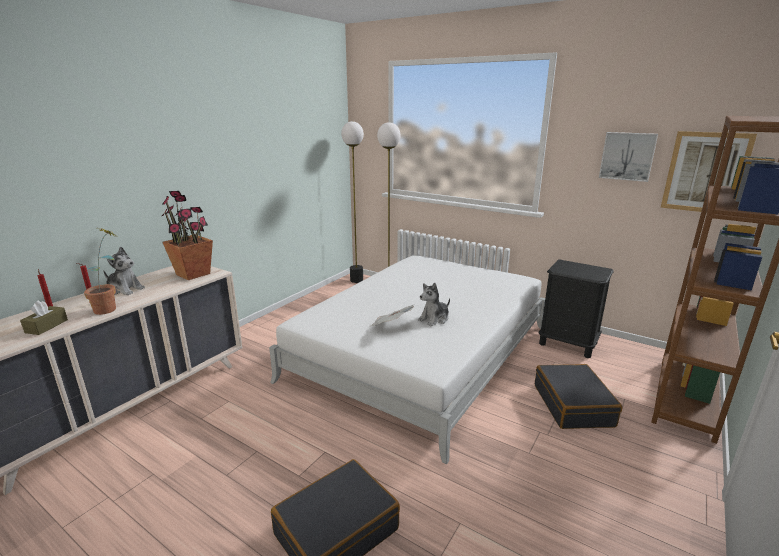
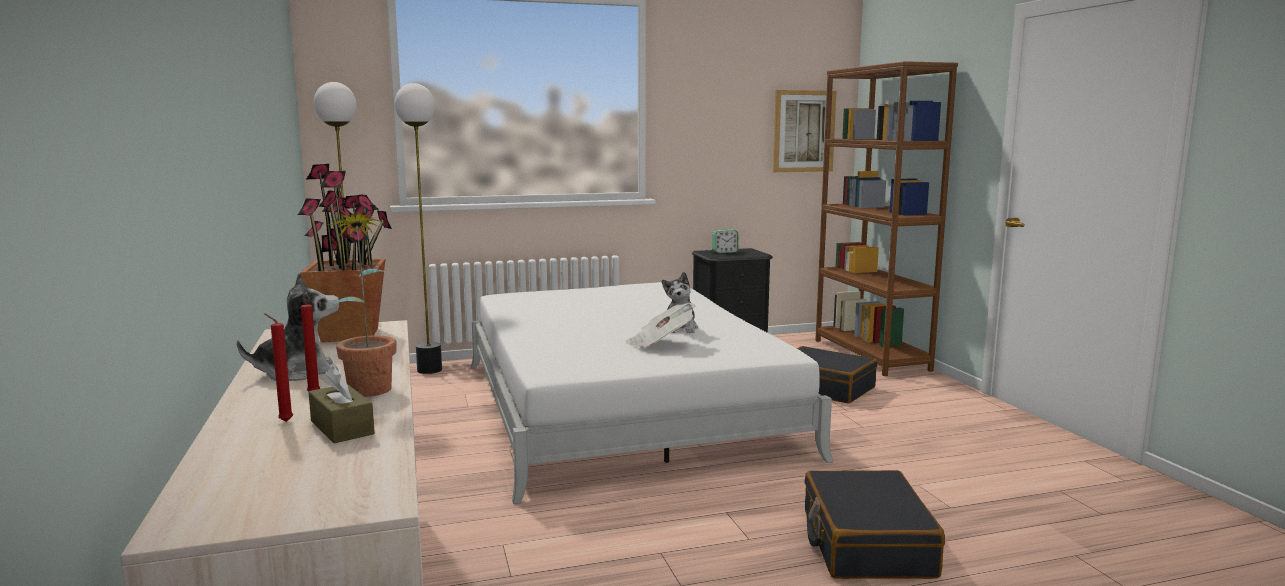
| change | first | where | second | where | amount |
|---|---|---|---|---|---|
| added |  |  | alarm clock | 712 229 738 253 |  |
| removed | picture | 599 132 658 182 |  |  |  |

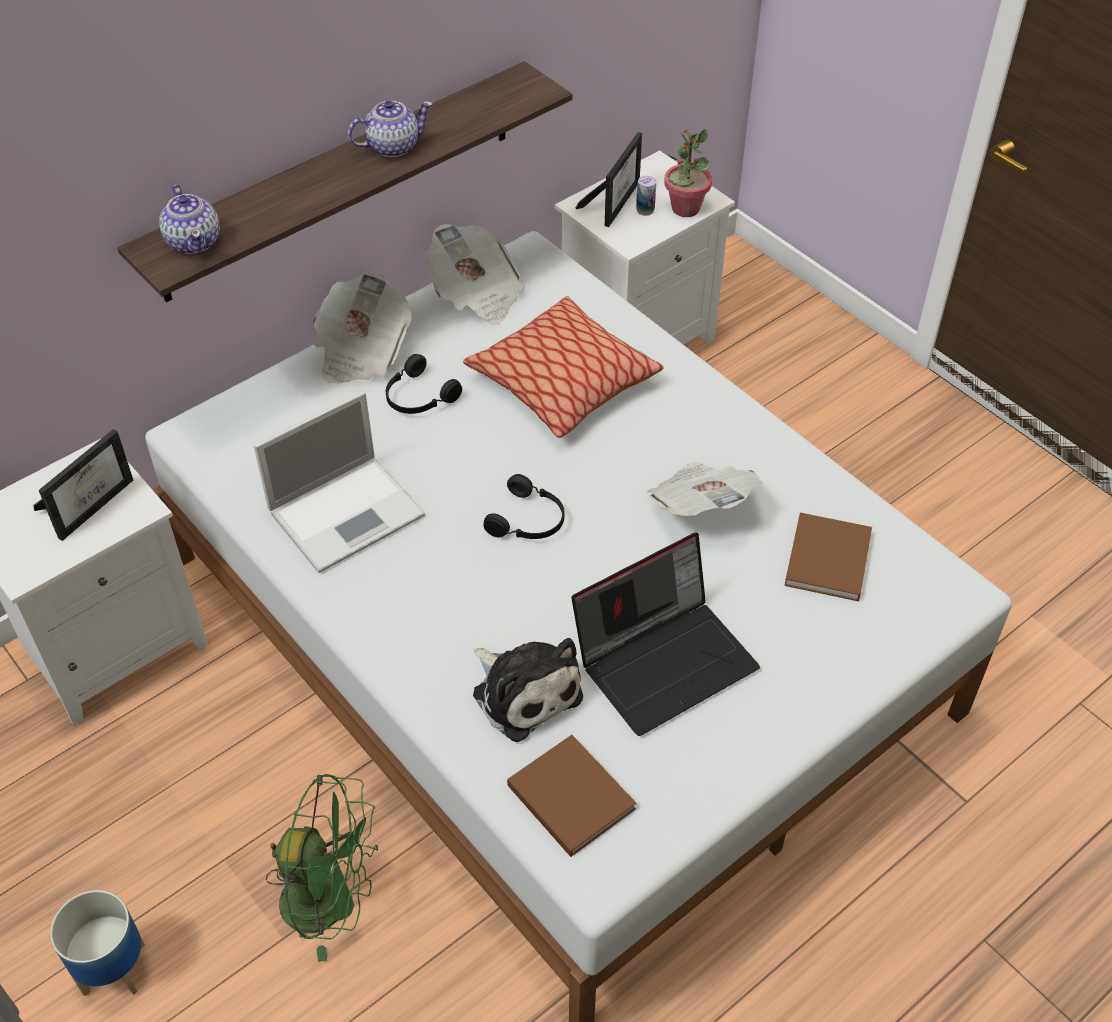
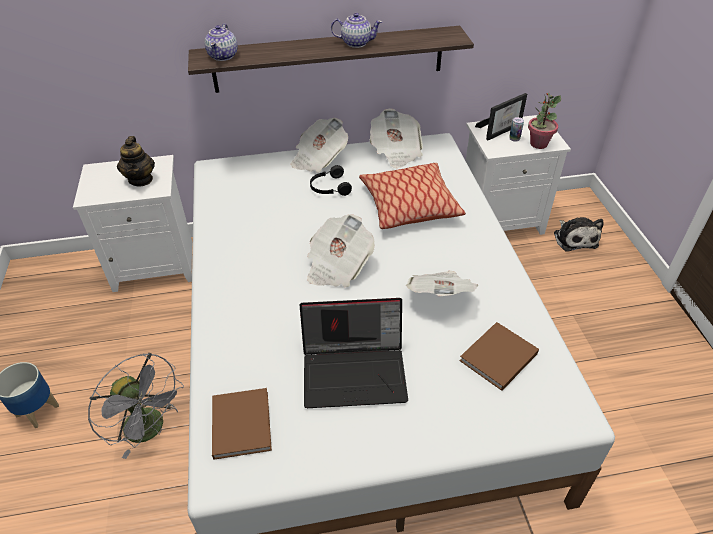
| change | first | where | second | where | amount |
|---|---|---|---|---|---|
| recoloured | green fan | 266 774 378 962 | grey fan | 88 353 184 459 |  |
| replaced | picture frame | 33 429 133 541 | teapot | 117 136 155 186 |  |
| replaced | black headphones | 484 474 564 539 | newspaper | 307 214 375 287 |  |
| moved | plush toy | 473 638 583 742 |  | 554 217 604 251 |  |
| removed | laptop | 253 391 425 573 |  |  |  |

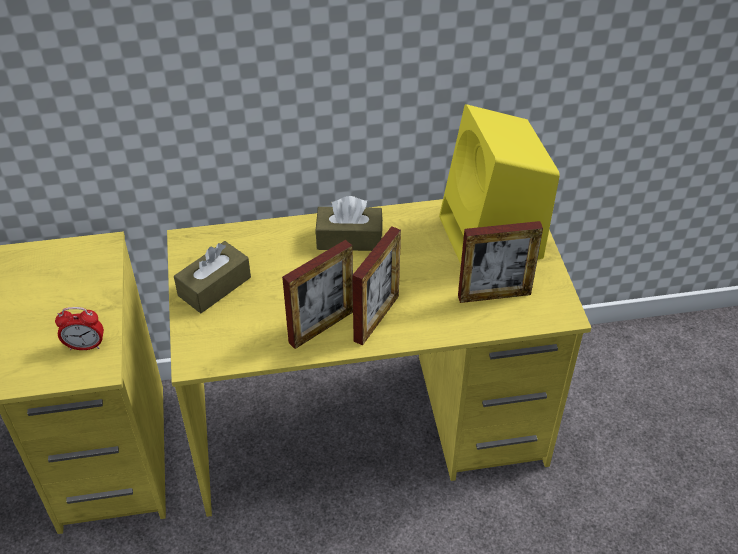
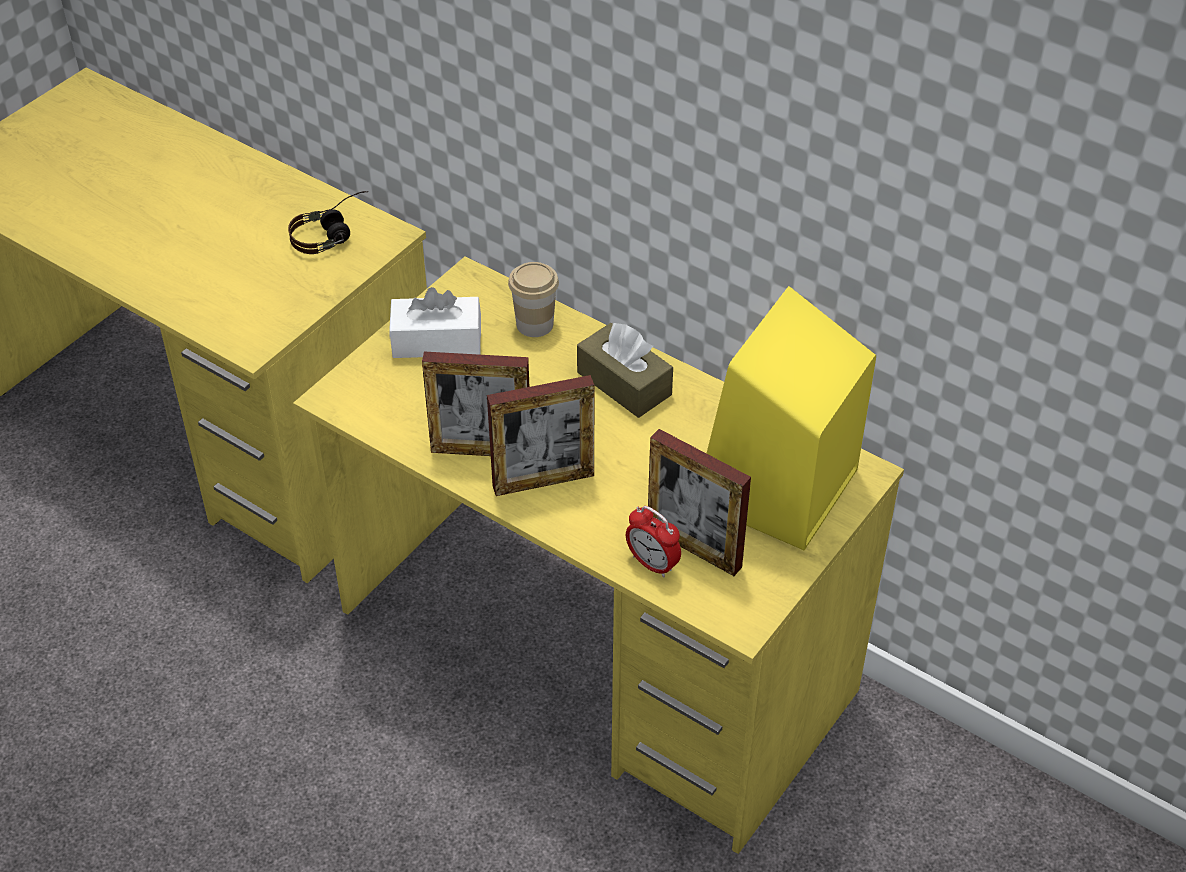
| change | first | where | second | where | amount |
|---|---|---|---|---|---|
| added |  |  | headphones | 288 191 368 254 |  |
| recoloured | brown tissue box | 174 241 251 313 | white tissue box | 389 287 481 358 |  |
| added |  |  | cup | 508 262 559 337 |  |
| moved | alarm clock | 55 307 104 350 |  | 626 506 681 578 |  |

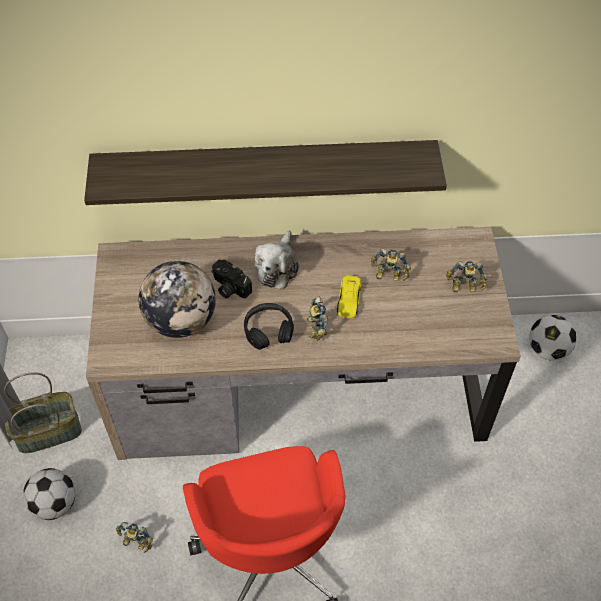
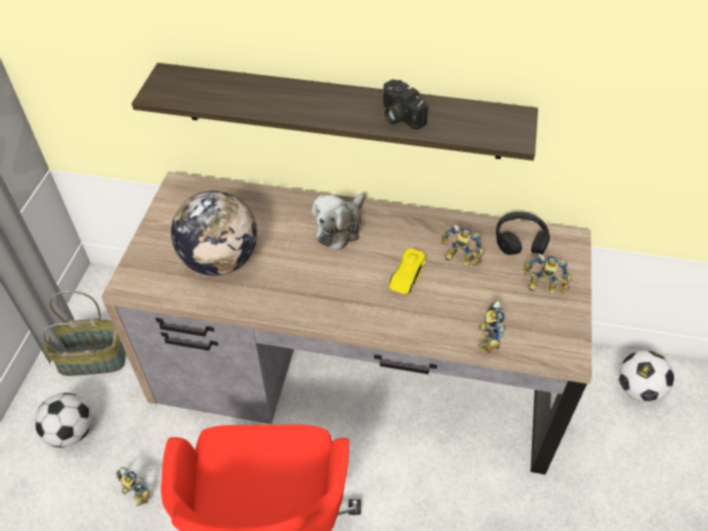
| change | first | where | second | where | amount |
|---|---|---|---|---|---|
| moved | photo camera | 211 260 252 299 |  | 381 79 428 130 |  |
| moved | toy robot | 307 296 328 341 |  | 478 300 506 353 |  |
| moved | black headphones | 244 303 294 350 |  | 496 212 550 255 |  |

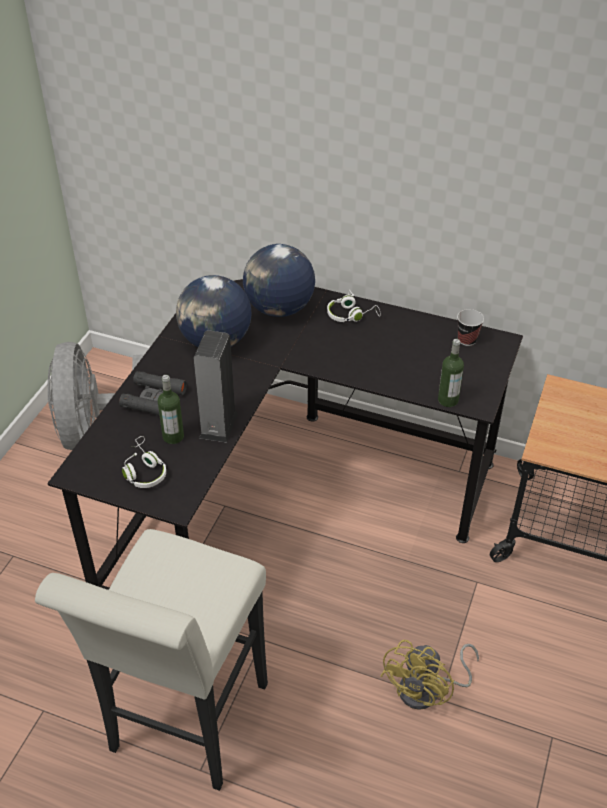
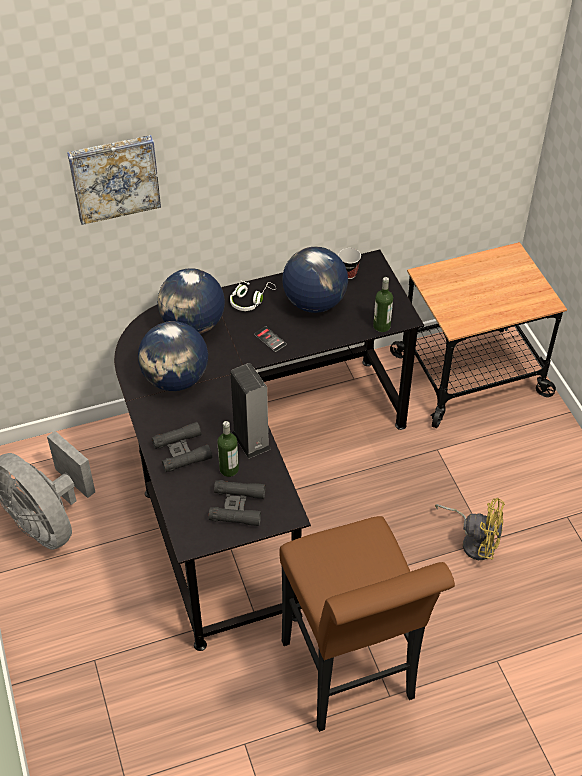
| change | first | where | second | where | amount |
|---|---|---|---|---|---|
| added |  |  | picture | 67 135 161 225 |  |
| replaced | white headphones | 122 436 166 488 | black binoculars | 209 480 265 526 |  |
| added |  |  | phone | 254 326 287 352 |  |
| recoloured | white stool | 35 529 268 791 | brown stool | 279 516 455 732 |  |
| added |  |  | globe | 282 247 348 313 |  |
| turned | yellow fan | 380 640 479 710 |  | 435 498 505 560 | 60 degrees counterclockwise |

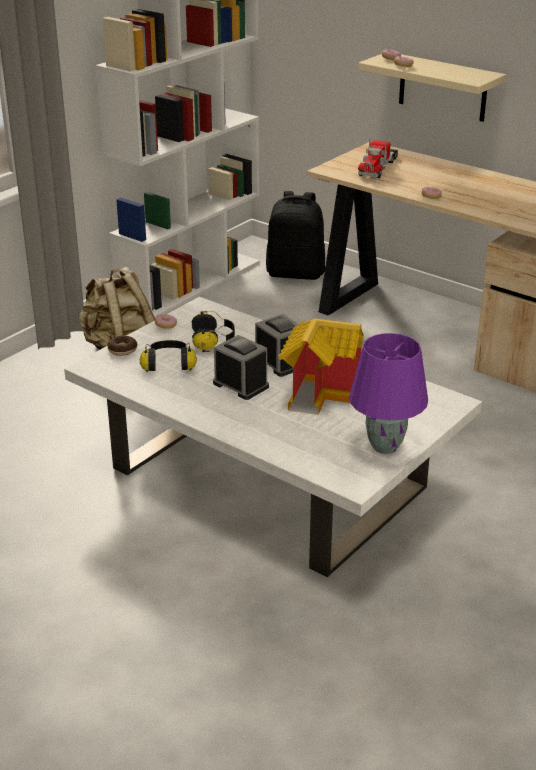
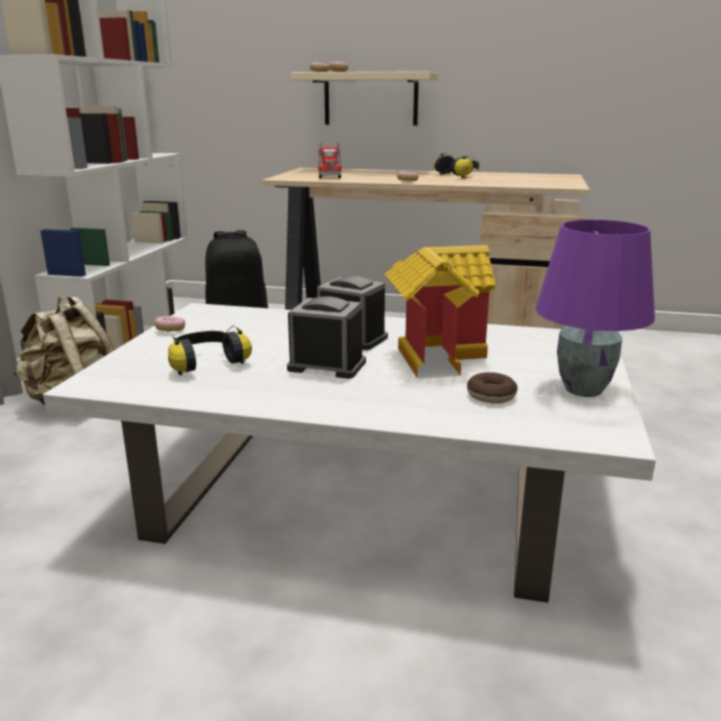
| change | first | where | second | where | amount |
|---|---|---|---|---|---|
| moved | headphones | 192 311 235 352 |  | 434 153 479 178 |  |
| moved | donut | 107 335 137 356 |  | 467 372 517 404 |  |

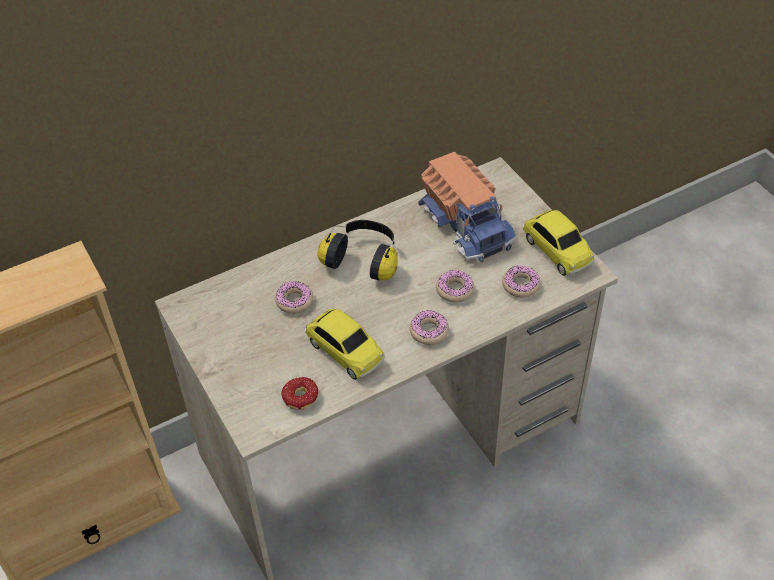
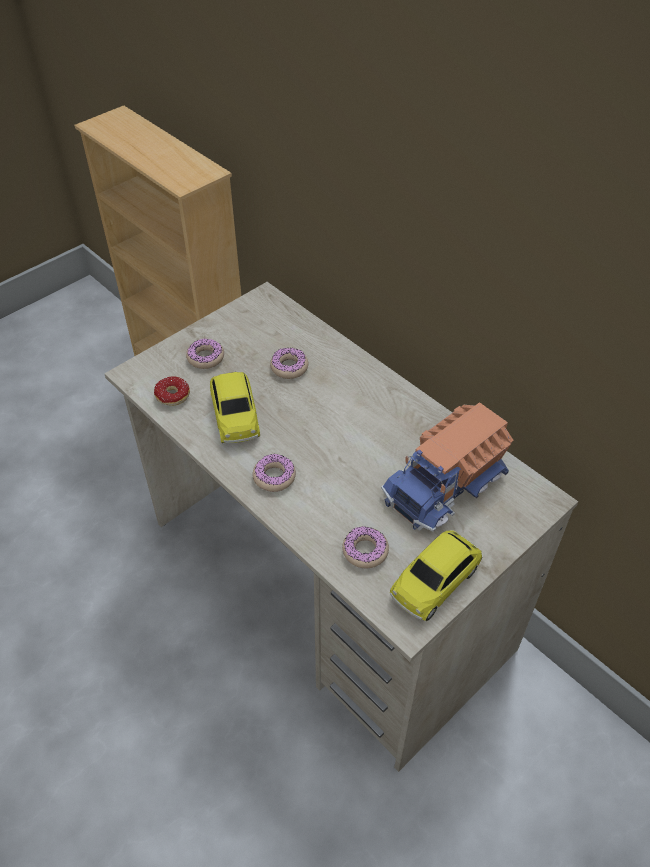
| change | first | where | second | where | amount |
|---|---|---|---|---|---|
| moved | donut | 436 270 474 303 |  | 186 339 224 369 |  |
| turned | toy car | 305 309 385 380 |  | 210 372 260 443 | 45 degrees counterclockwise |
| removed | headphones | 317 220 398 280 |  |  |  |

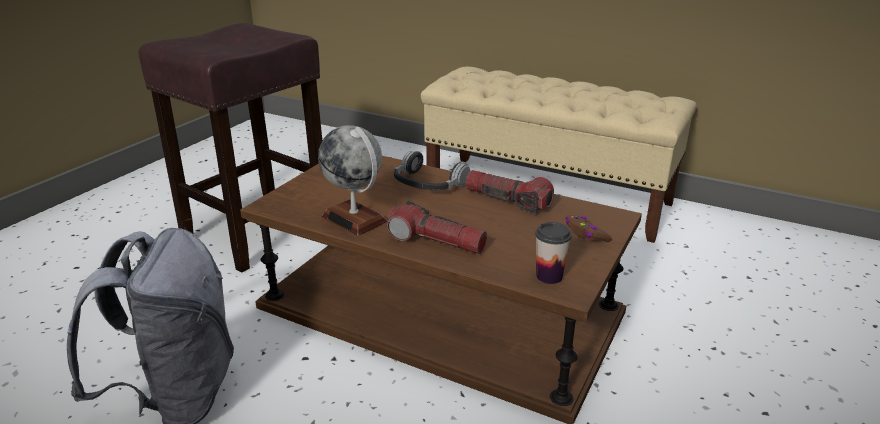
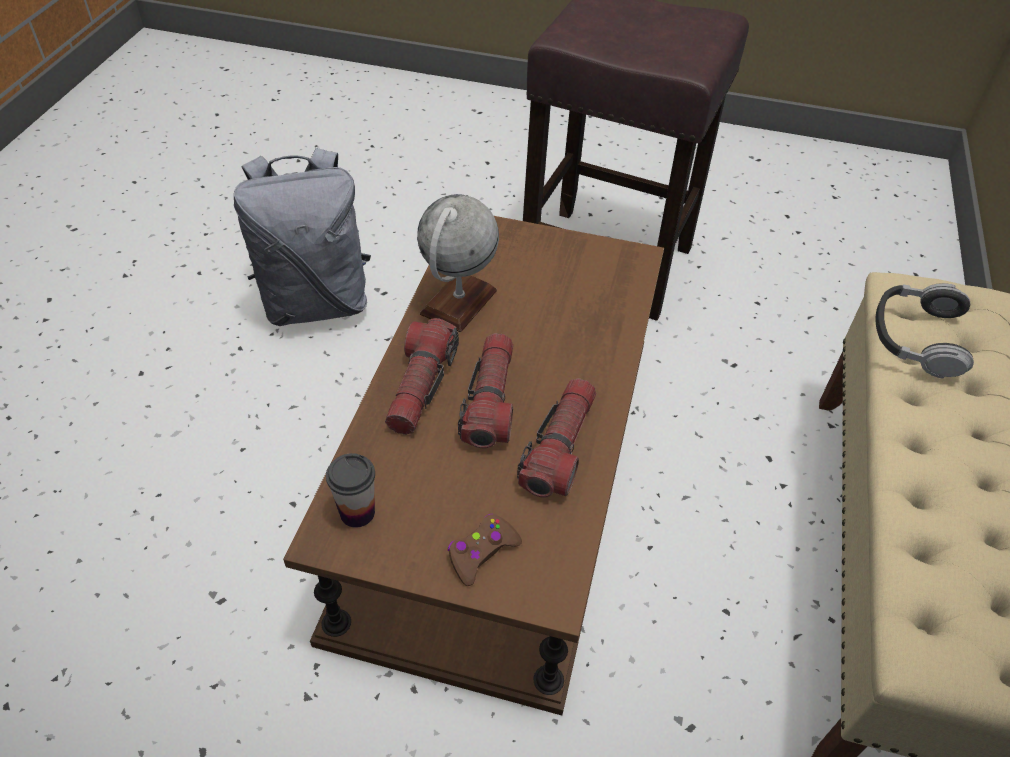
| change | first | where | second | where | amount |
|---|---|---|---|---|---|
| added |  |  | flashlight | 458 333 513 448 |  |
| moved | headphones | 394 151 470 190 |  | 876 283 974 378 |  |

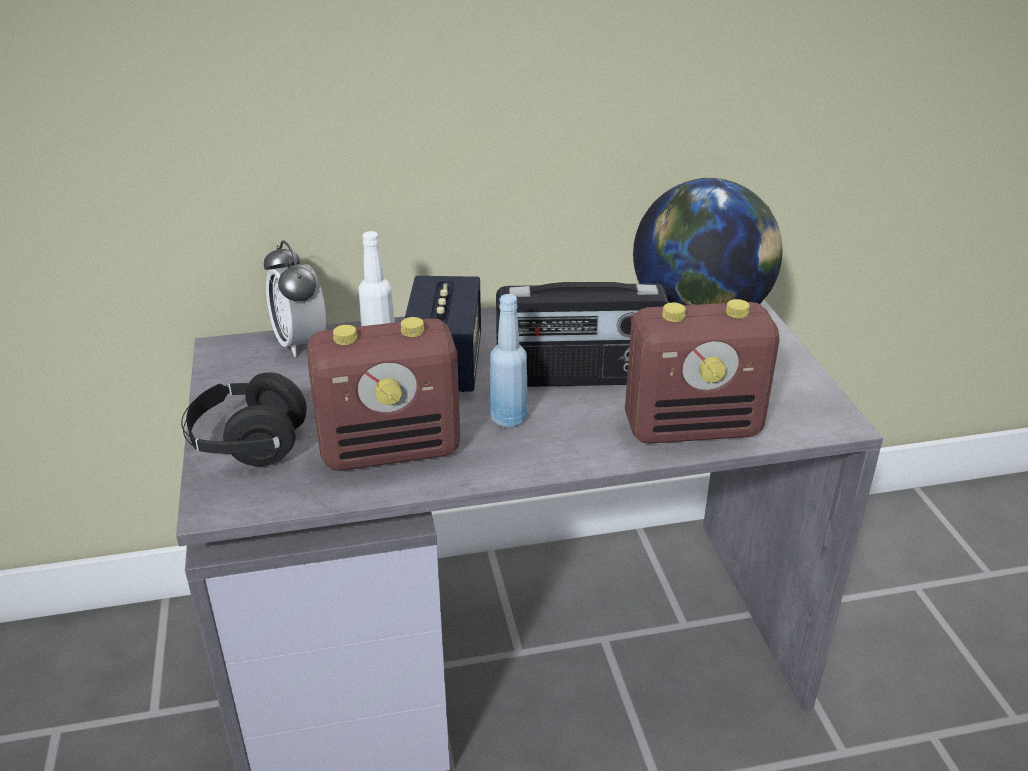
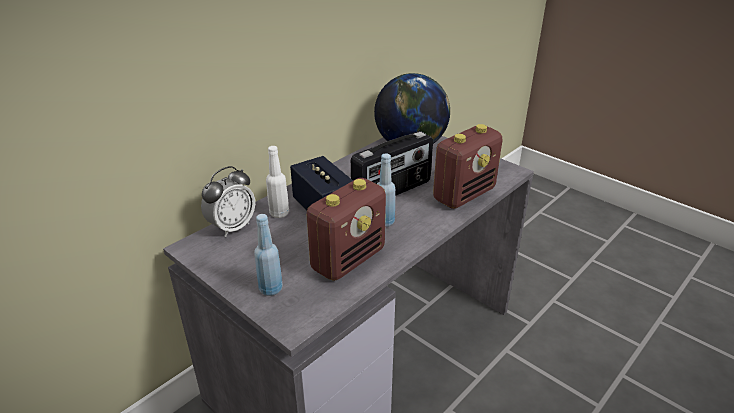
| change | first | where | second | where | amount |
|---|---|---|---|---|---|
| turned | alarm clock | 264 240 326 357 |  | 201 166 255 237 | 75 degrees counterclockwise |
| replaced | black headphones | 181 372 307 466 | blue bottle | 254 214 283 296 |  |

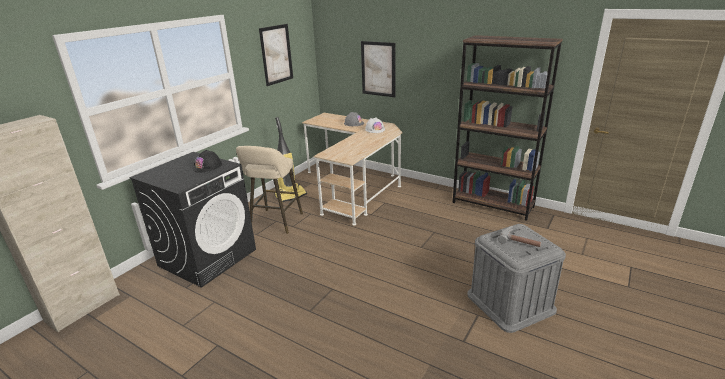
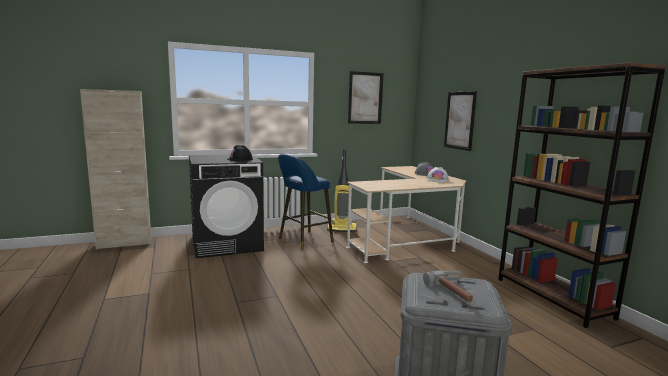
| change | first | where | second | where | amount |
|---|---|---|---|---|---|
| recoloured | beige stool | 236 146 303 234 | blue stool | 278 154 334 250 |  |

